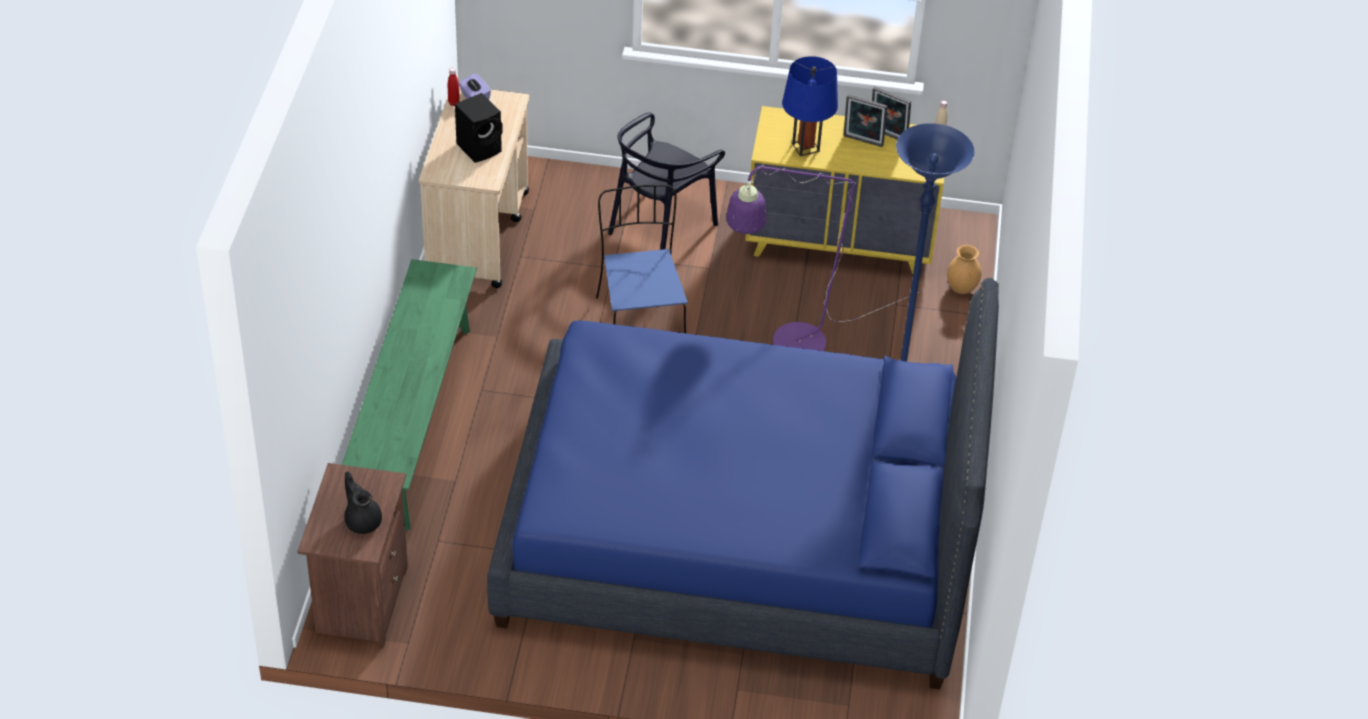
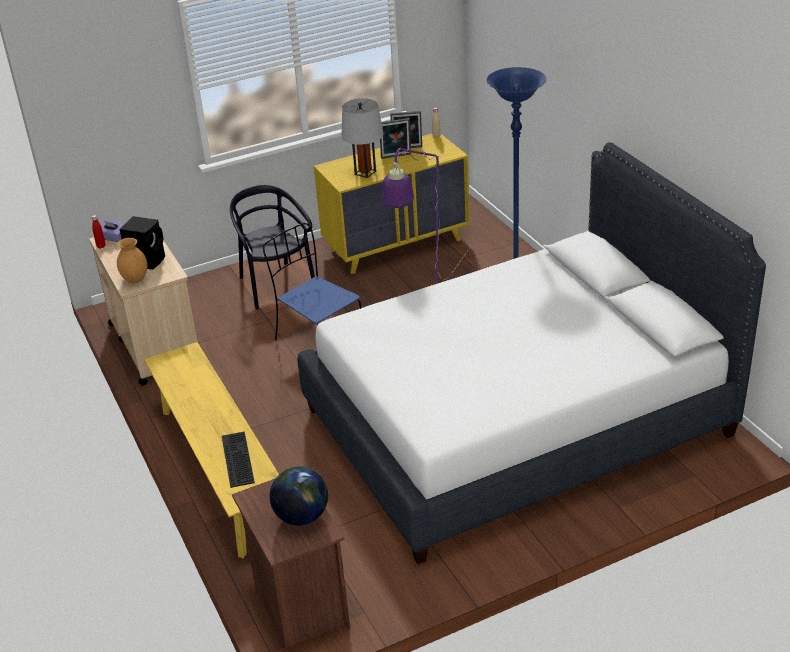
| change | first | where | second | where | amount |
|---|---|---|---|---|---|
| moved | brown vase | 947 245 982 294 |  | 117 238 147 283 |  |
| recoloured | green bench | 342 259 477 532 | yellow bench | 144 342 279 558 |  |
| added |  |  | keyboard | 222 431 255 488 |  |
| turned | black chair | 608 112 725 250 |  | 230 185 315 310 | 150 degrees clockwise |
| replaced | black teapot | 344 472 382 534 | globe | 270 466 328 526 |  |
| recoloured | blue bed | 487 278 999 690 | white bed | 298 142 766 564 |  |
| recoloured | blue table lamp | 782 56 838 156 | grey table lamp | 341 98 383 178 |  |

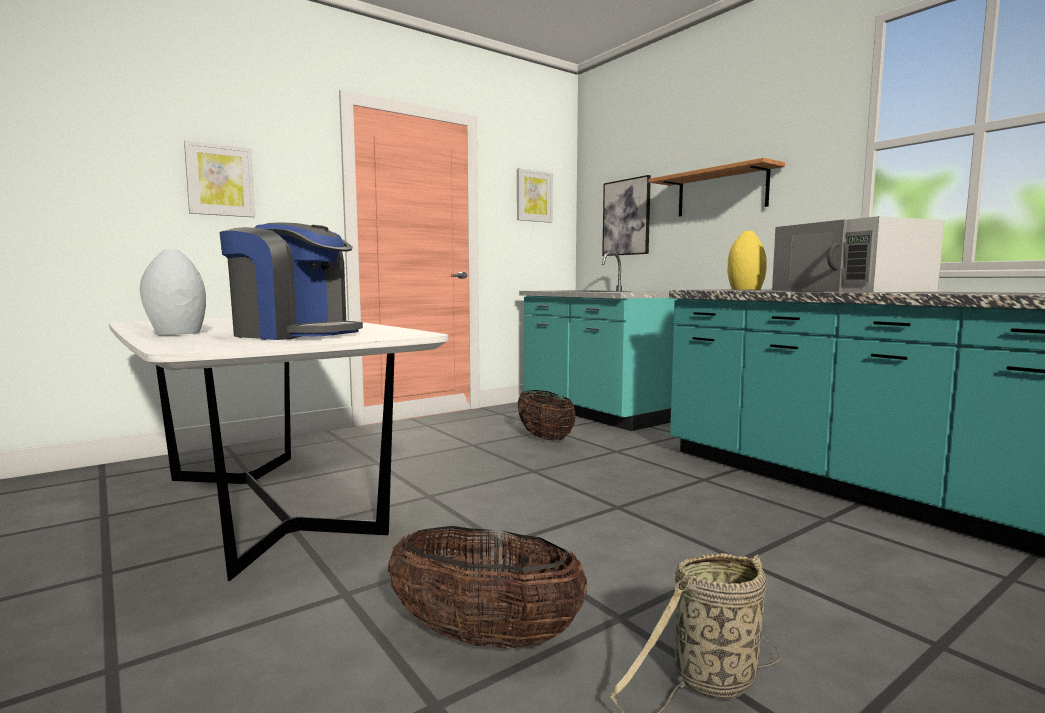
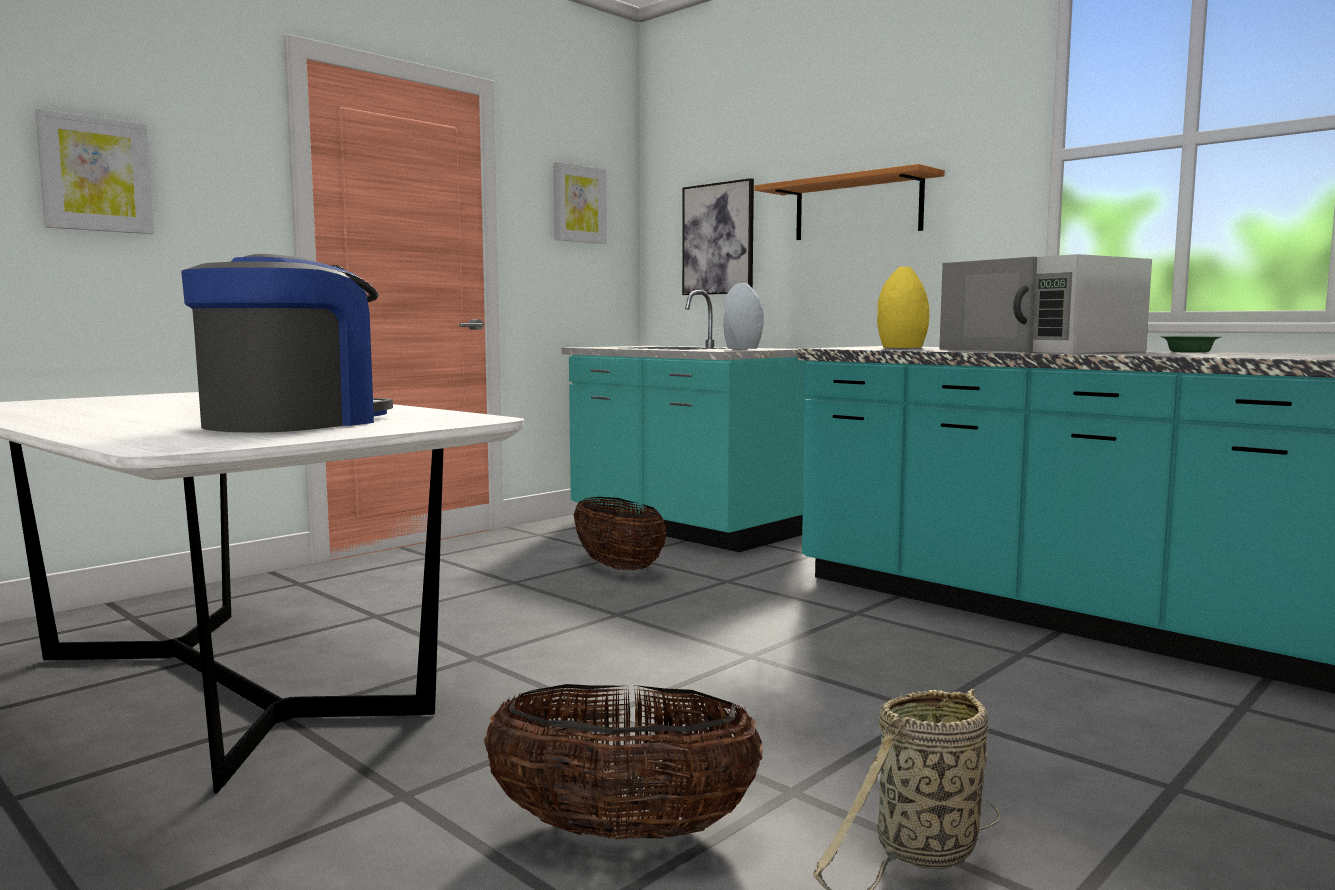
| change | first | where | second | where | amount |
|---|---|---|---|---|---|
| turned | coffee machine | 220 222 363 340 |  | 181 254 393 432 | 75 degrees counterclockwise |
| moved | grey vase | 140 249 206 335 |  | 724 283 764 349 |  |
| added |  |  | green bowl | 1160 336 1220 353 |  |

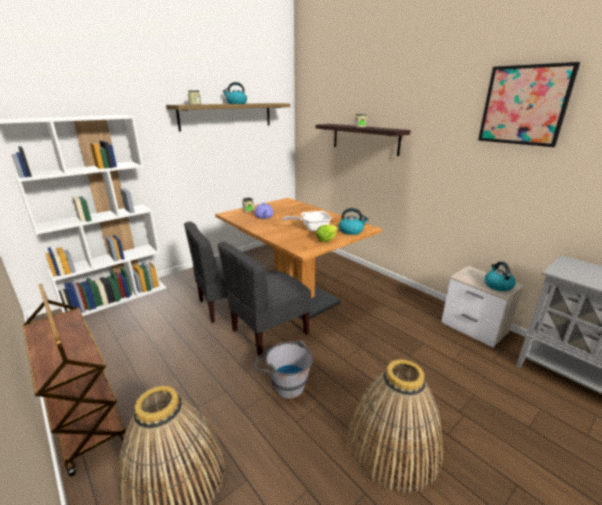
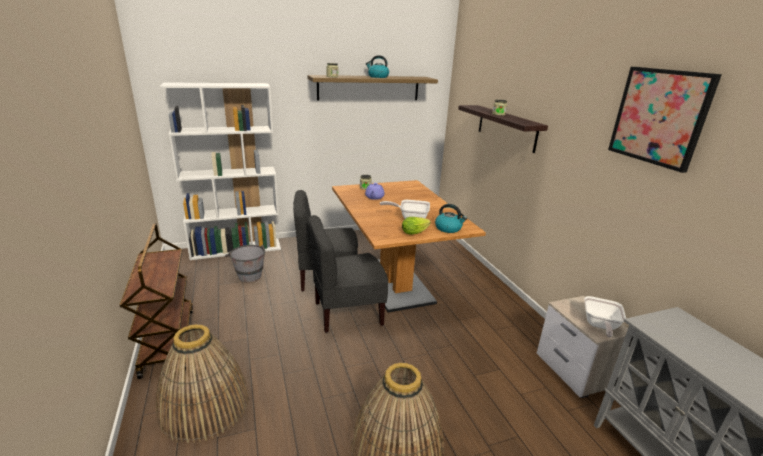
| change | first | where | second | where | amount |
|---|---|---|---|---|---|
| moved | grey bucket | 254 340 313 399 |  | 225 245 265 283 |  |
| replaced | kettle | 485 262 516 291 | frying pan | 584 296 626 337 |  |

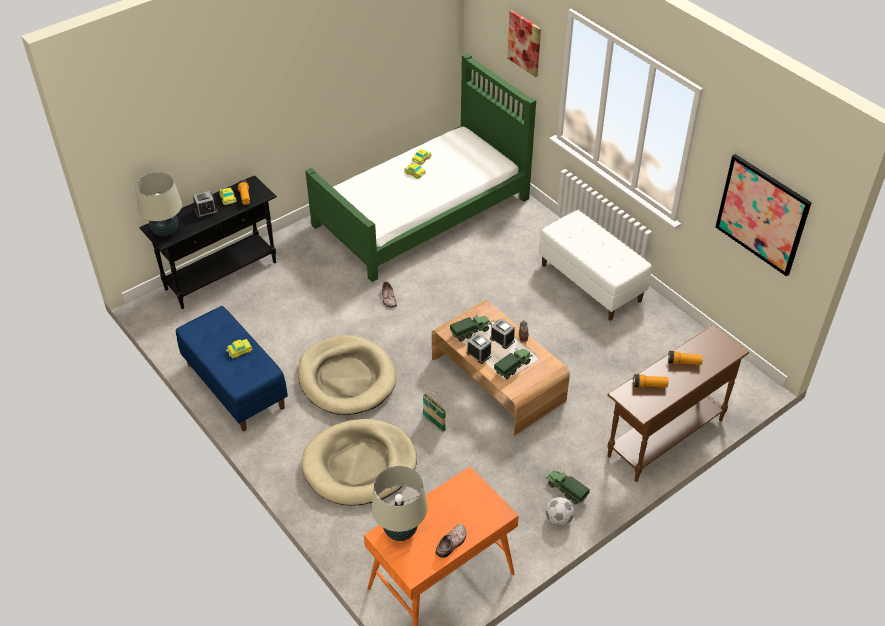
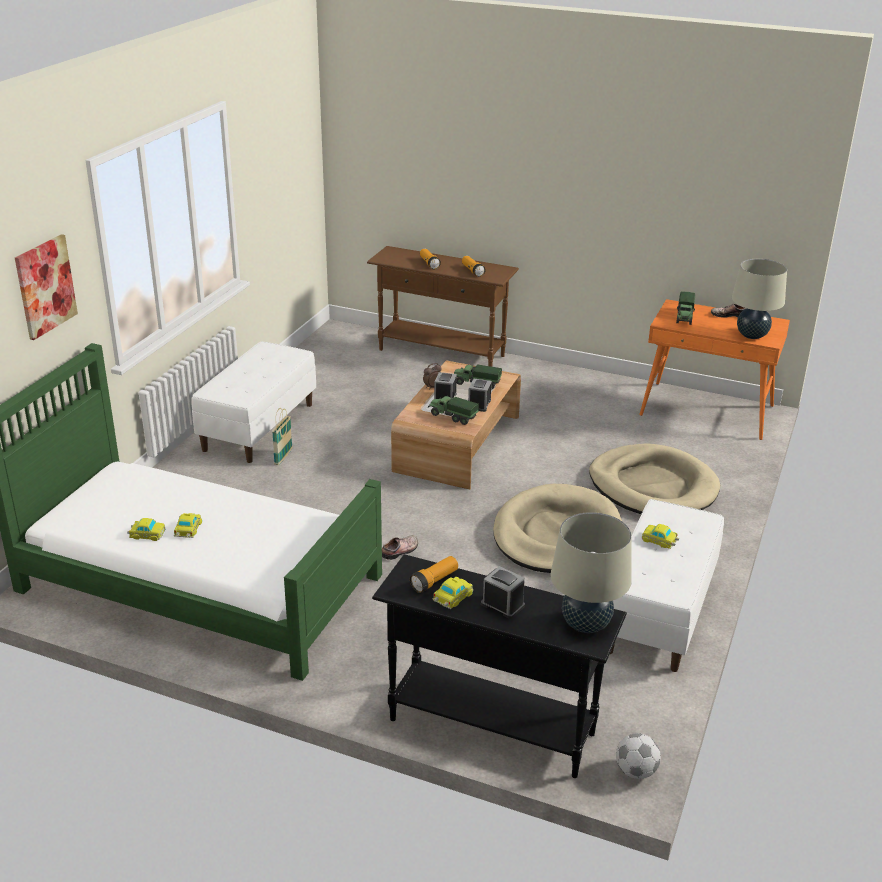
| change | first | where | second | where | amount |
|---|---|---|---|---|---|
| moved | basket | 423 391 446 432 |  | 272 408 293 465 |  |
| recoloured | blue bench | 176 306 288 431 | white bench | 610 499 724 672 |  |
| moved | football | 546 497 574 526 |  | 616 733 661 779 |  |
| moved | toy truck | 546 470 590 504 |  | 676 292 695 325 |  |
| removed | picture | 715 154 812 277 |  |  |  |

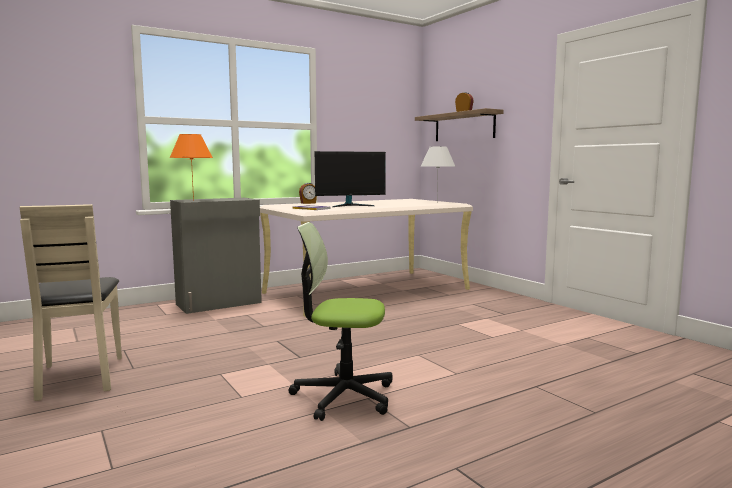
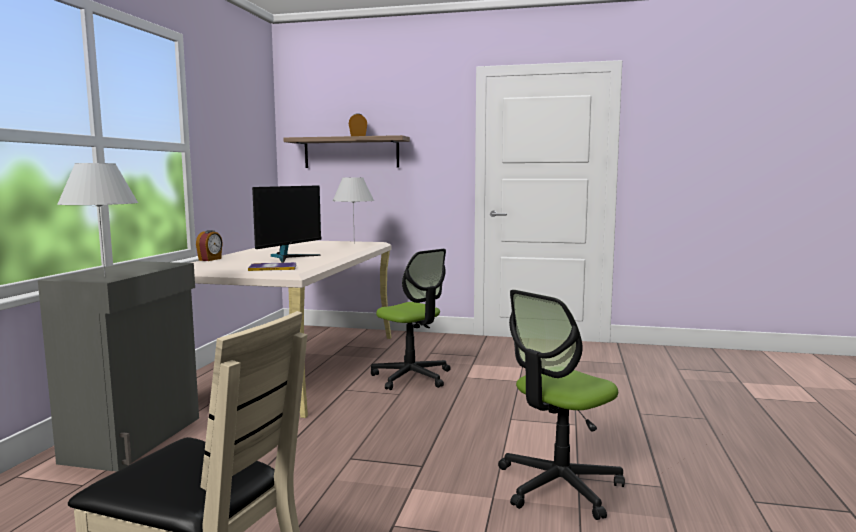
| change | first | where | second | where | amount |
|---|---|---|---|---|---|
| recoloured | orange table lamp | 170 134 213 201 | white table lamp | 57 163 138 277 |  |
| added |  |  | office chair | 371 249 450 390 |  |

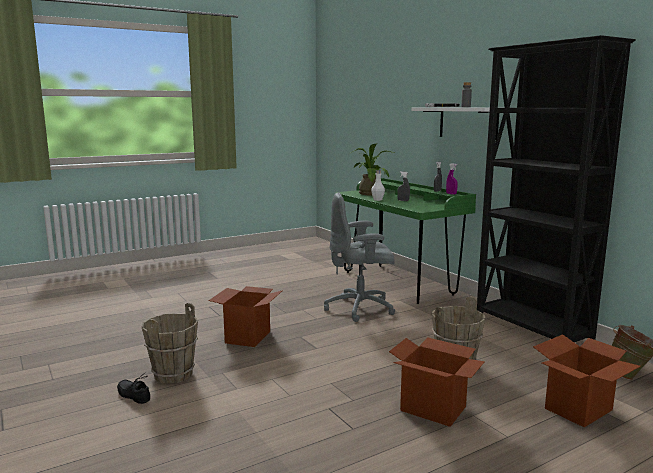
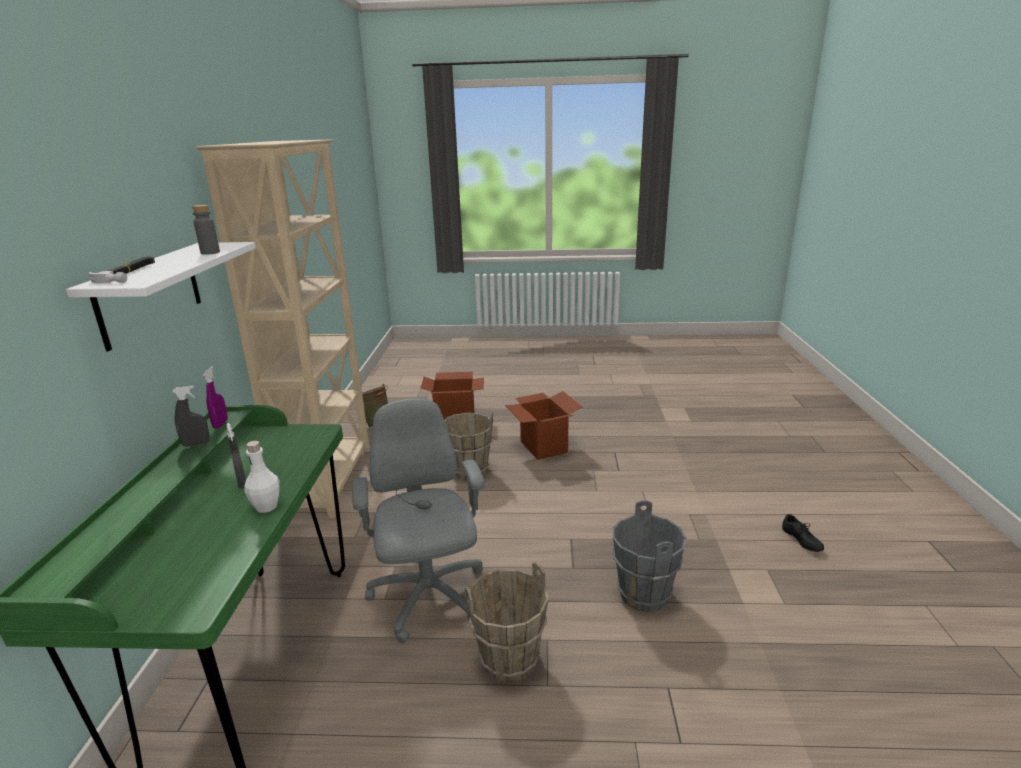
| change | first | where | second | where | amount |
|---|---|---|---|---|---|
| recoloured | black bookcase | 477 35 636 342 | beige bookcase | 197 139 370 518 |  |
| turned | grey office chair | 324 192 395 322 |  | 352 399 485 643 | 135 degrees counterclockwise |
| moved | brown bucket | 142 303 198 384 |  | 465 562 549 683 |  |
| replaced | cardboard box | 208 286 283 347 | grey bucket | 613 500 686 612 |  |
| removed | potted plant | 351 143 394 195 |  |  |  |

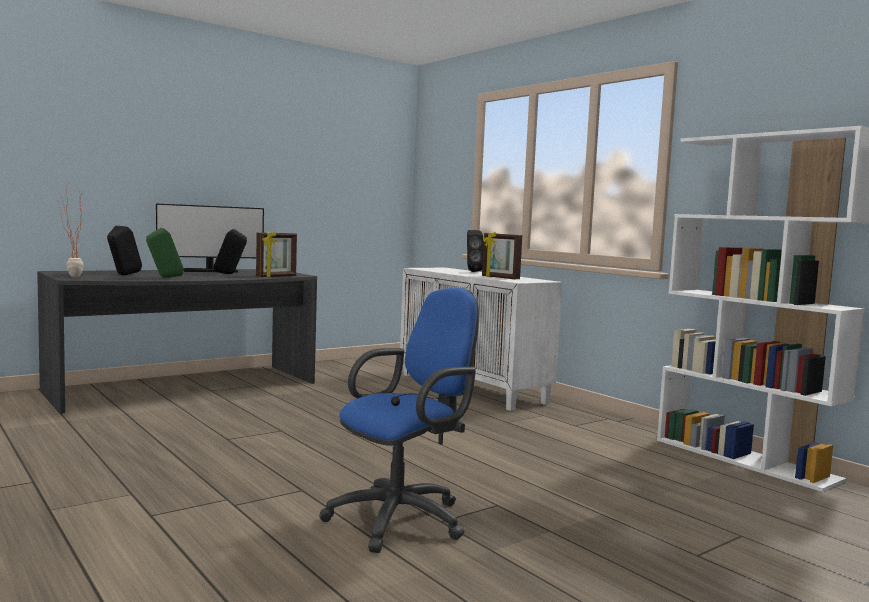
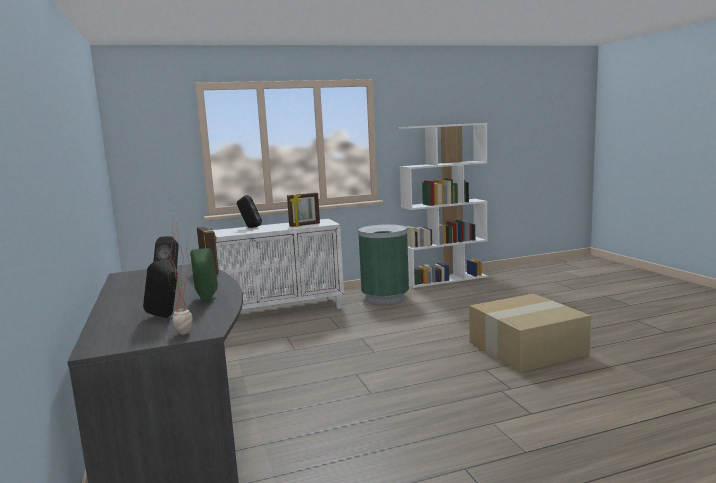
| change | first | where | second | where | amount |
|---|---|---|---|---|---|
| added |  |  | green trash can | 358 224 409 304 |  |
| replaced | blue office chair | 319 288 479 553 | cardboard box | 469 294 591 373 |  |
| removed | monitor | 156 204 264 272 |  |  |  |

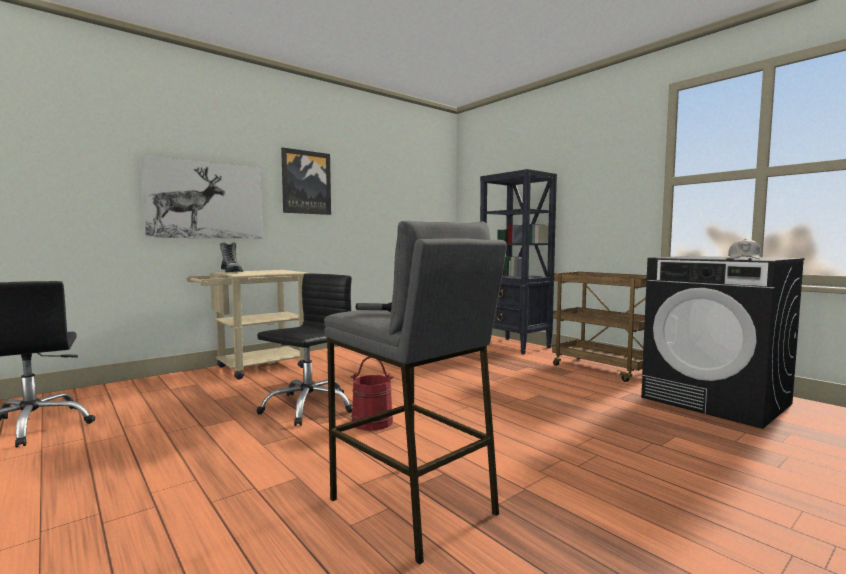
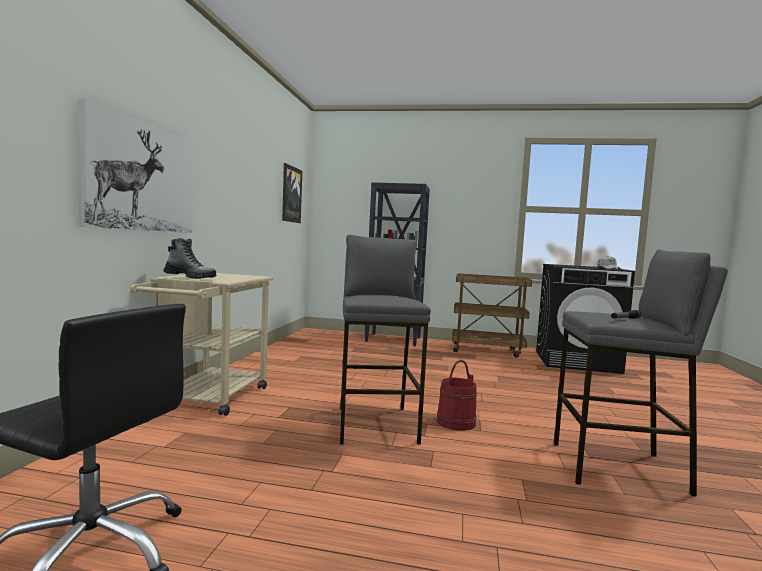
| change | first | where | second | where | amount |
|---|---|---|---|---|---|
| moved | picture | 281 147 331 215 |  | 282 163 302 223 |  |
| replaced | black office chair | 257 273 352 426 | grey stool | 340 235 431 445 |  |

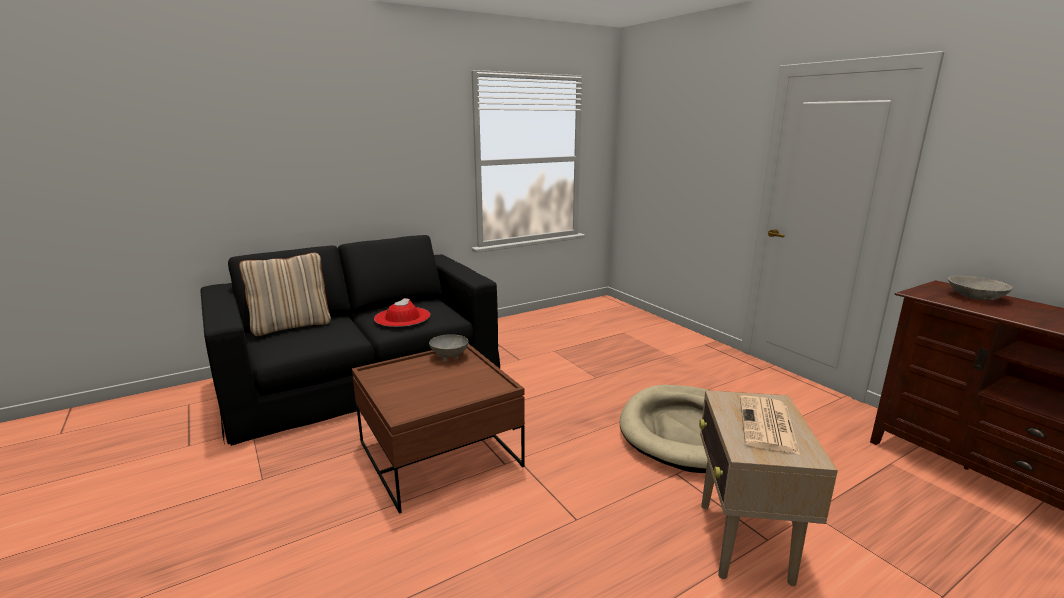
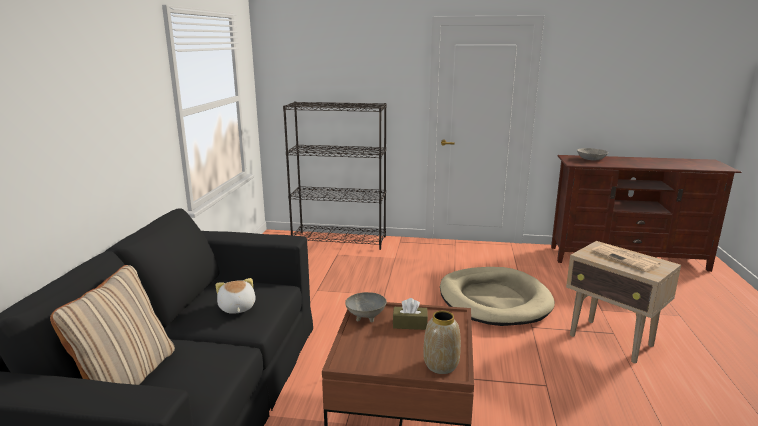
| change | first | where | second | where | amount |
|---|---|---|---|---|---|
| replaced | red hat | 374 298 430 327 | plush toy | 216 278 256 314 |  |
| added |  |  | black bookcase | 283 101 387 250 |  |
| added |  |  | brown tissue box | 393 298 428 330 |  |
| added |  |  | vase | 424 311 461 374 |  |

